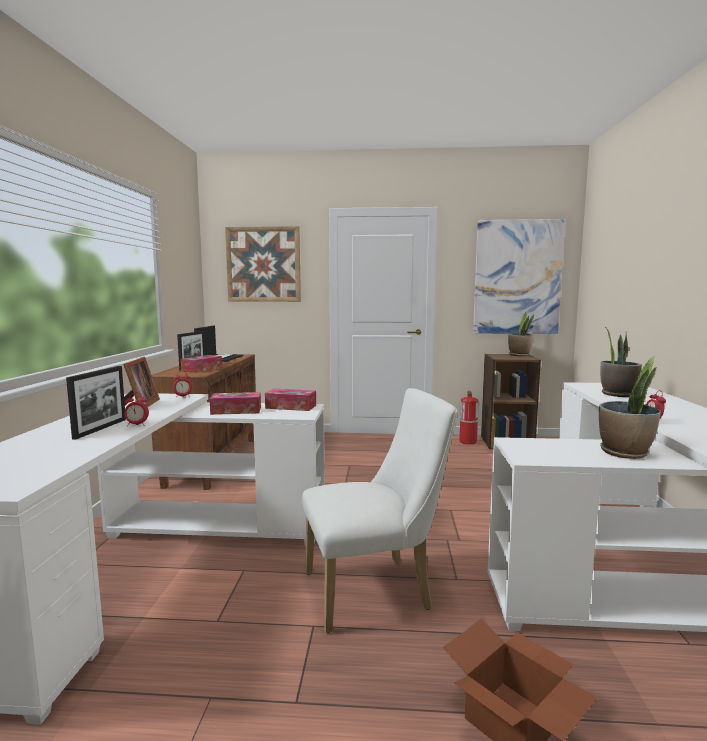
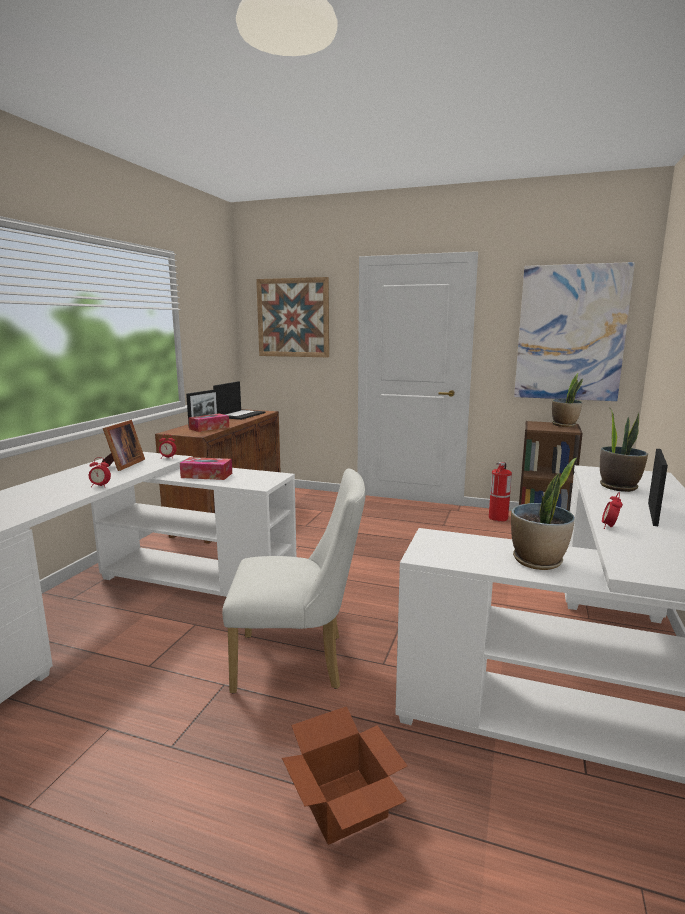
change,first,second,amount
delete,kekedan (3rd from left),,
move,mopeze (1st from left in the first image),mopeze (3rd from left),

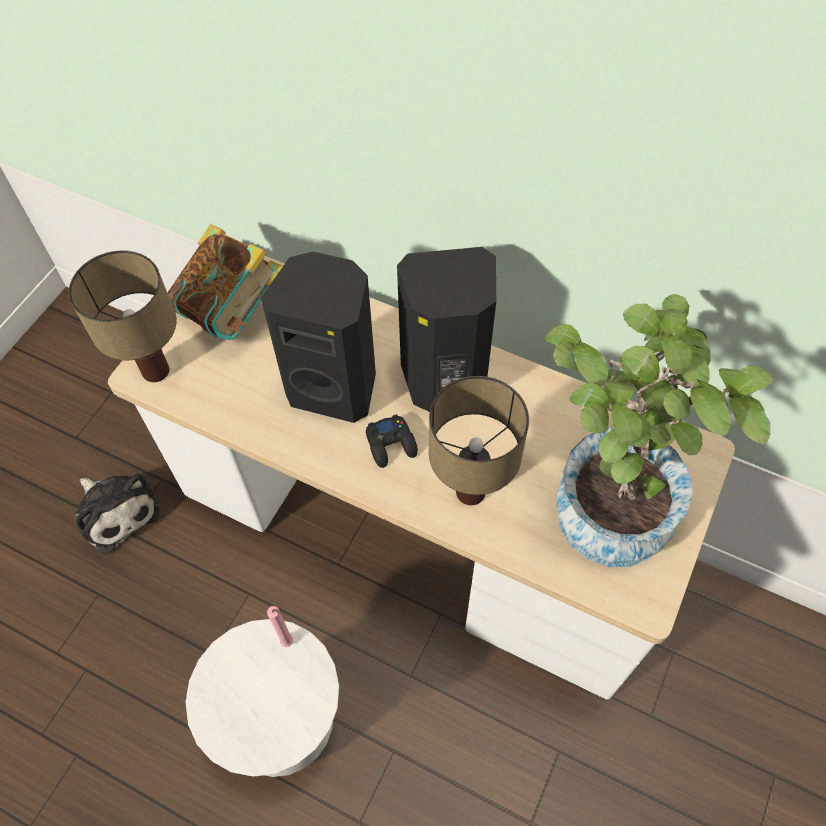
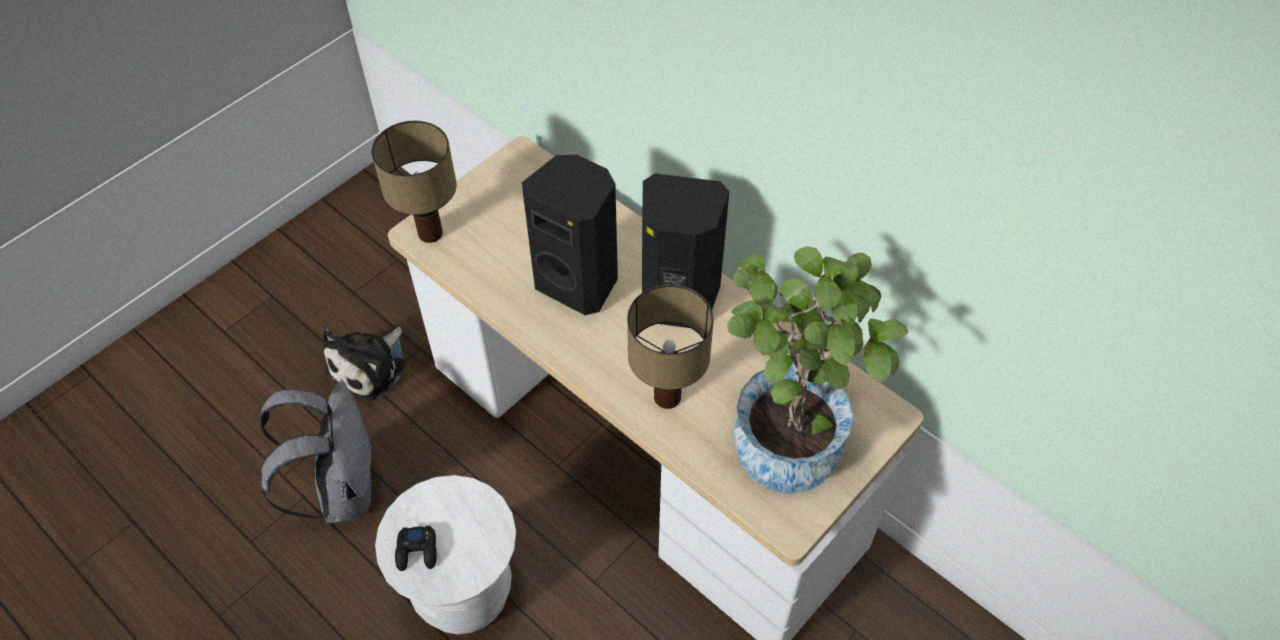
change,first,second,amount
delete,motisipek,,
delete,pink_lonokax,,
insert,,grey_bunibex,
move,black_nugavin,,
rotate,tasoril,,60 degrees clockwise

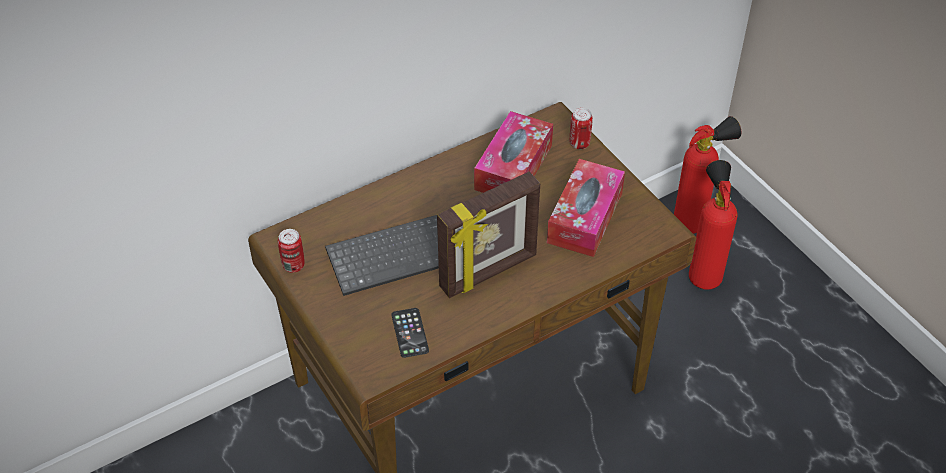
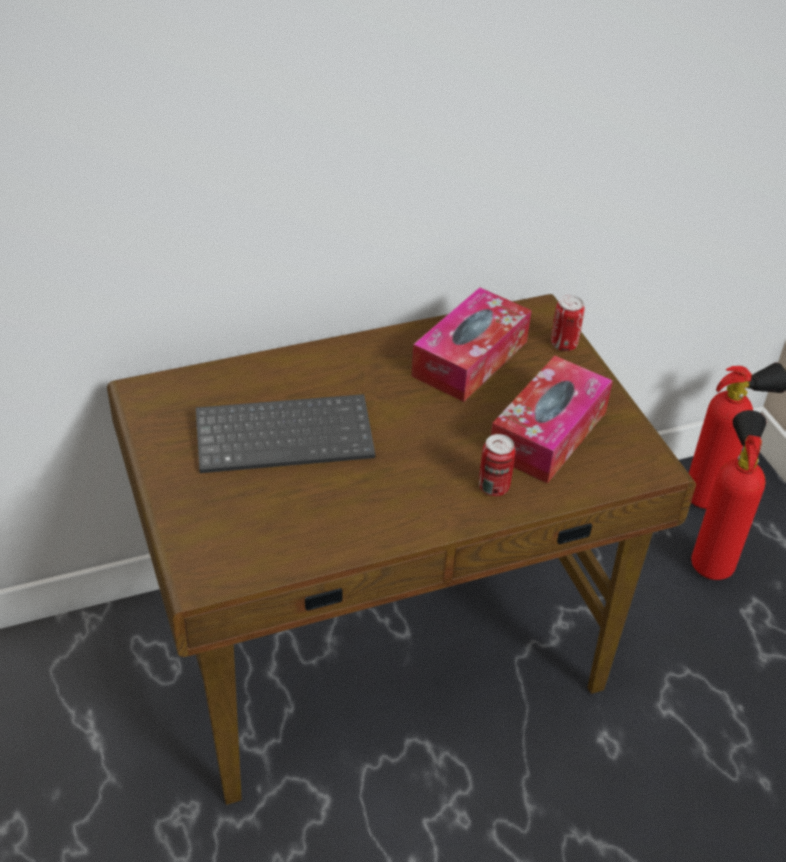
change,first,second,amount
delete,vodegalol,,
delete,mopeze,,
move,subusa (1st from left),,

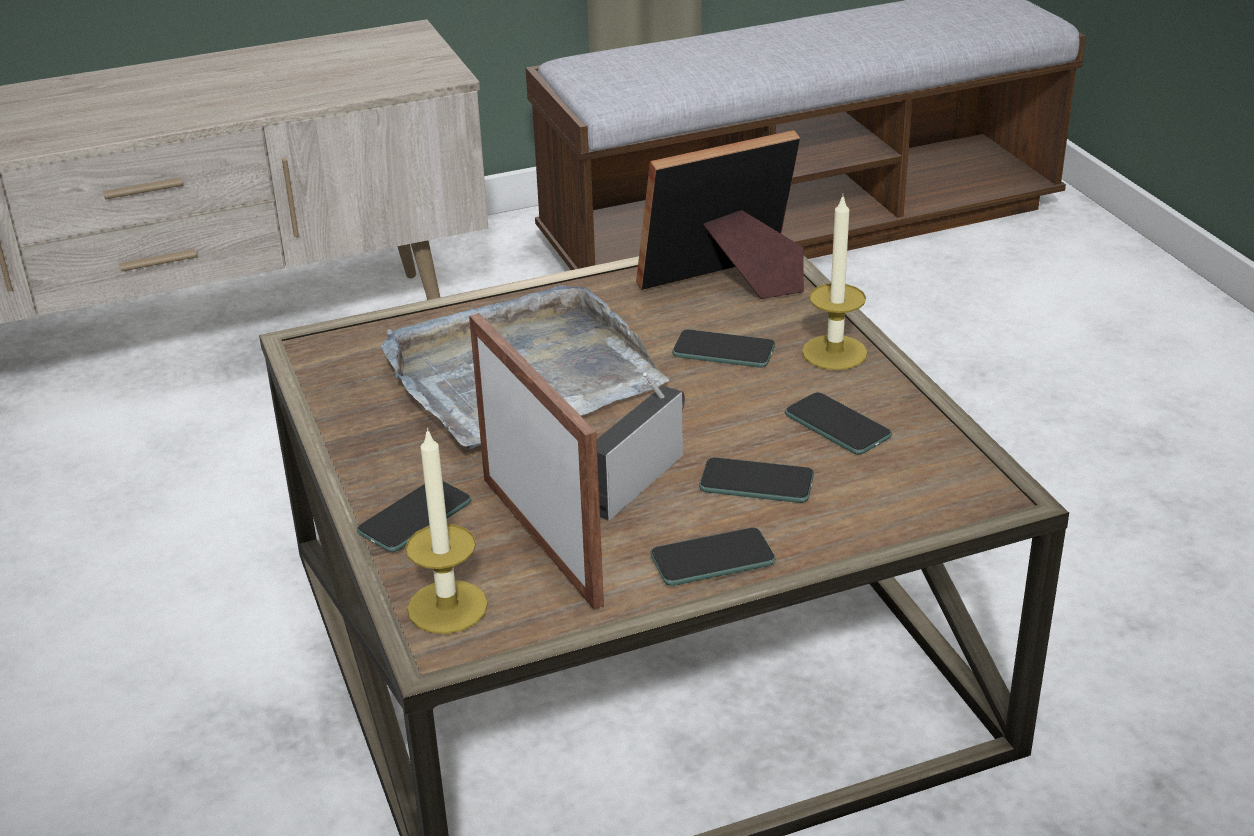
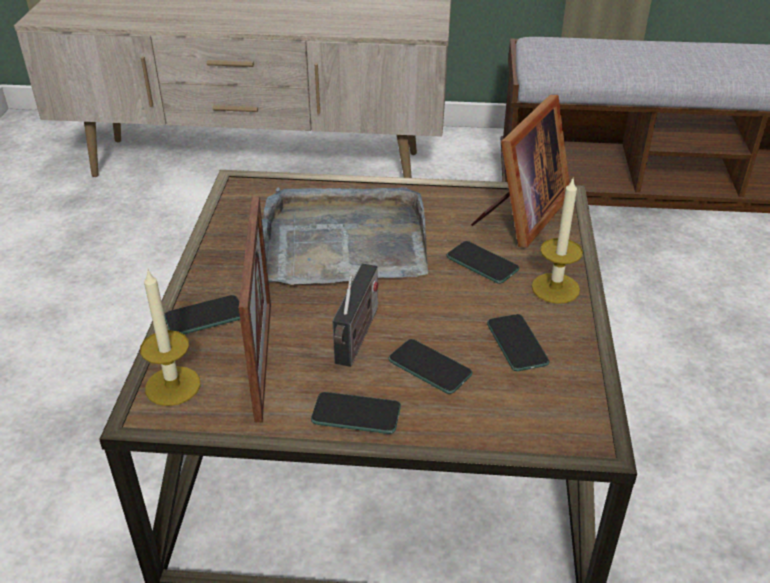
change,first,second,amount
rotate,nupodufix,,135 degrees clockwise
rotate,mopeze (2nd from left),,120 degrees clockwise

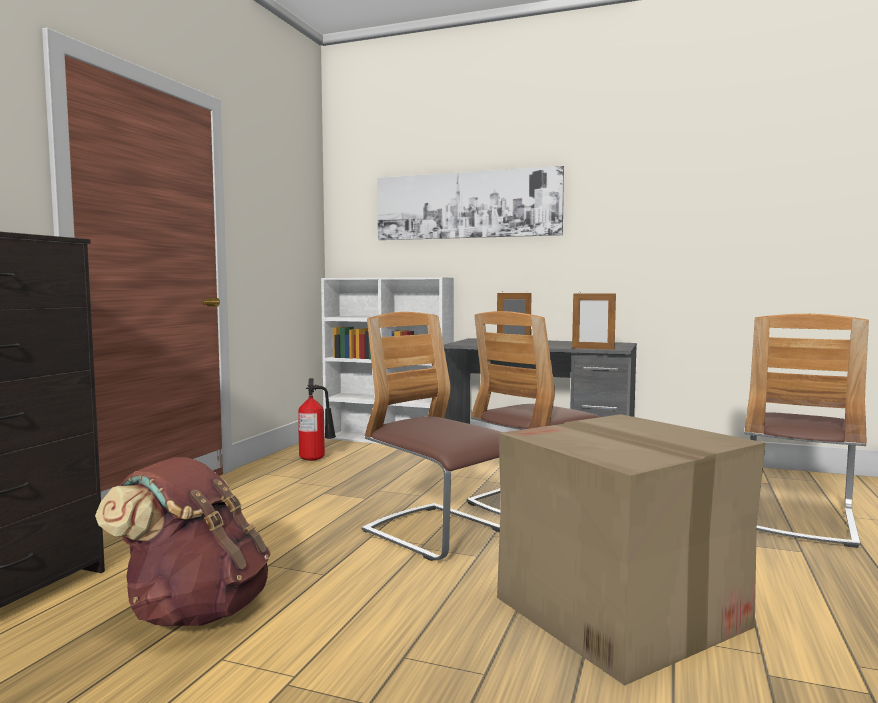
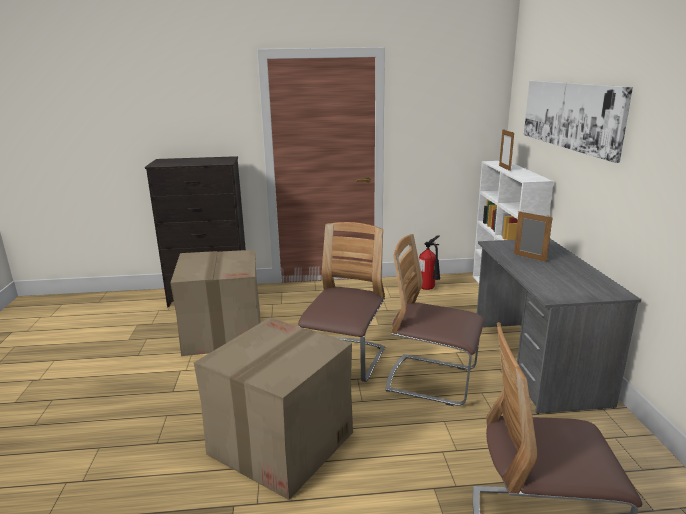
change,first,second,amount
move,mopeze (2nd from left in the first image),mopeze (1st from left),
replace,brown_bunibex,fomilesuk (1st from left),

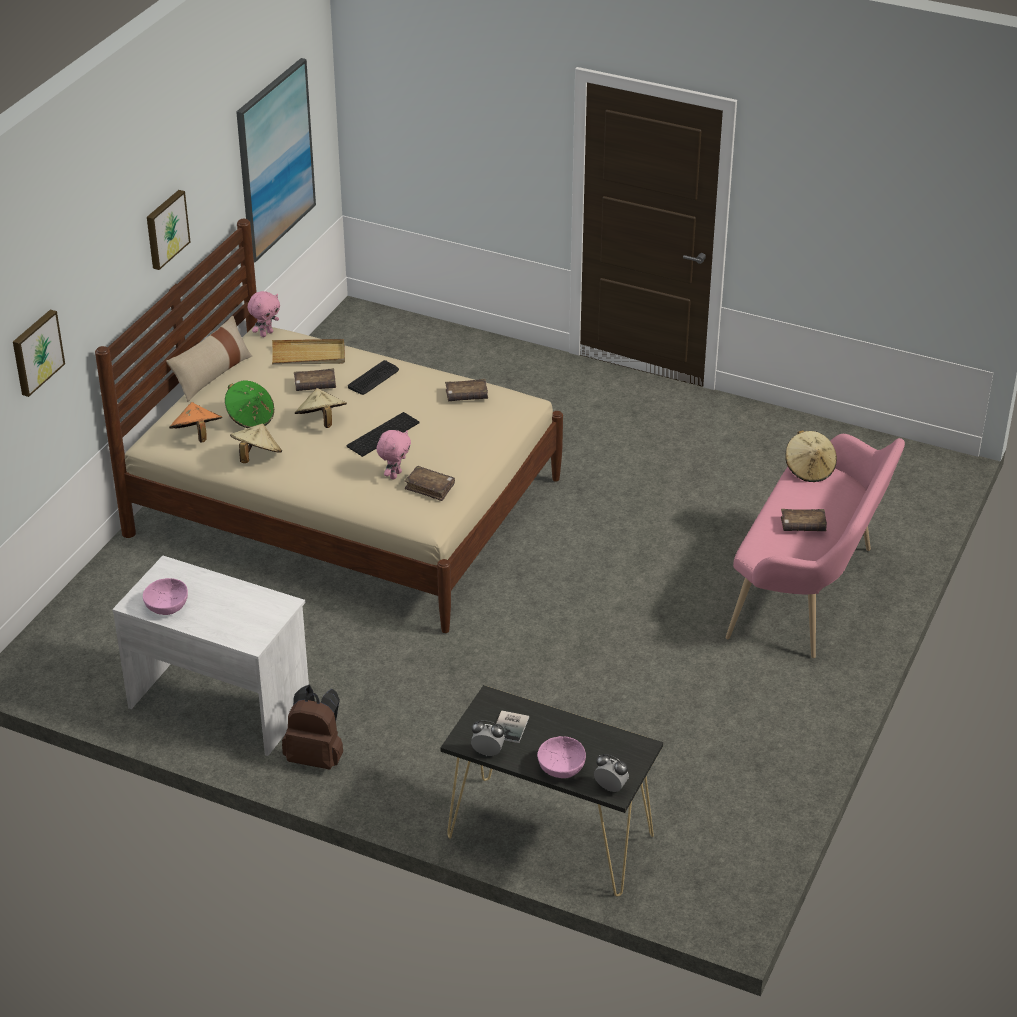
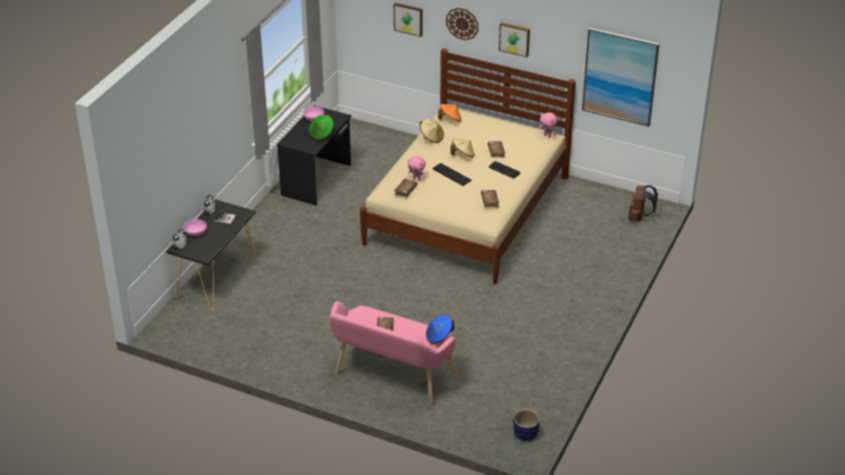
change,first,second,amount
delete,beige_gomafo,,
delete,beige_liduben,,
insert,,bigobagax,
insert,,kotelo,
move,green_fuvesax,,
move,brown_bunibex,,
recolor,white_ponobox,black_ponobox,
recolor,beige_fuvesax (3rd from left),blue_fuvesax,

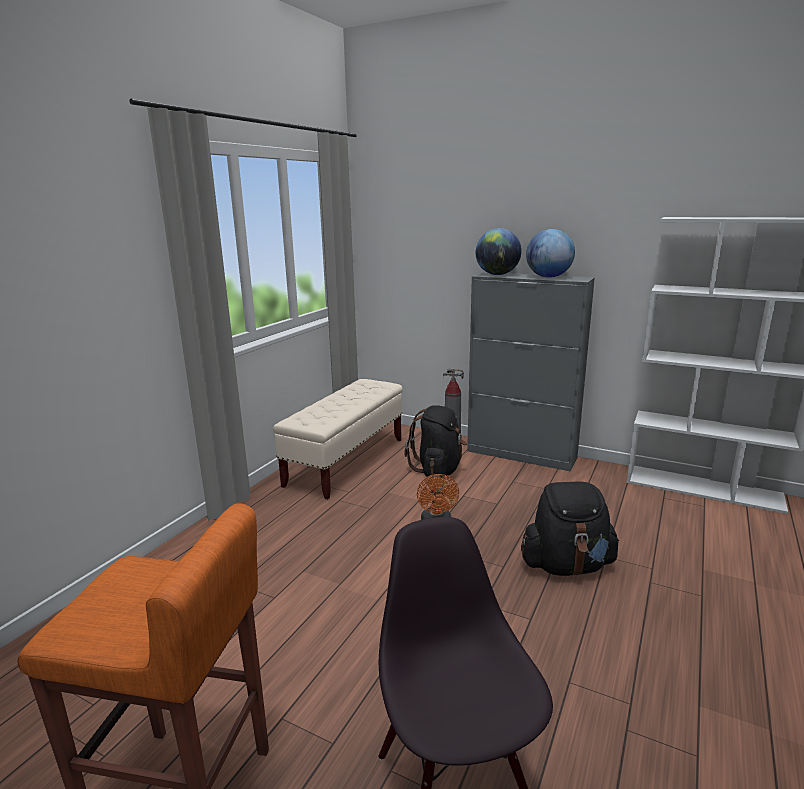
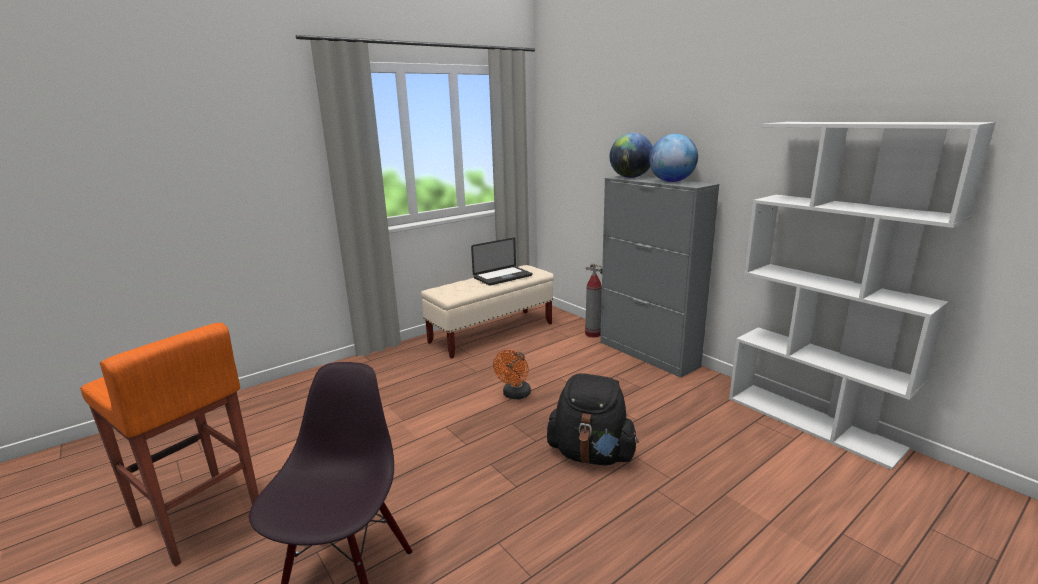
change,first,second,amount
delete,black_bunibex (1st from left),,
insert,,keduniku,

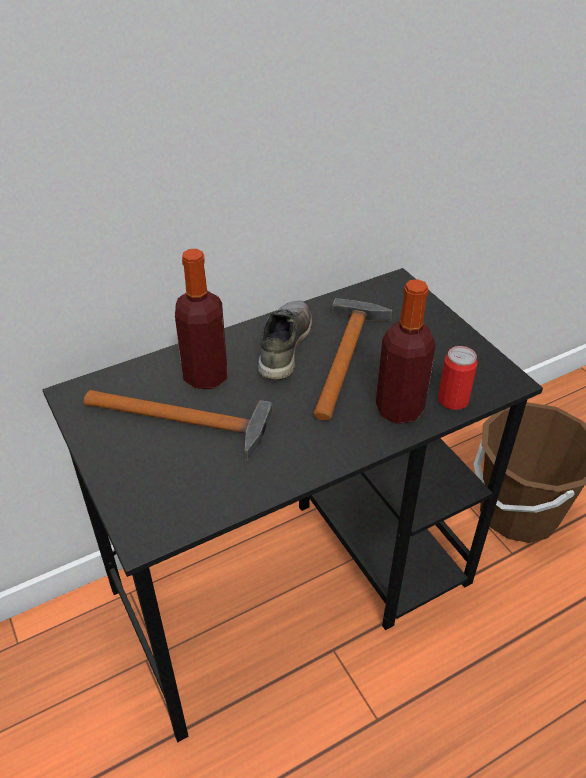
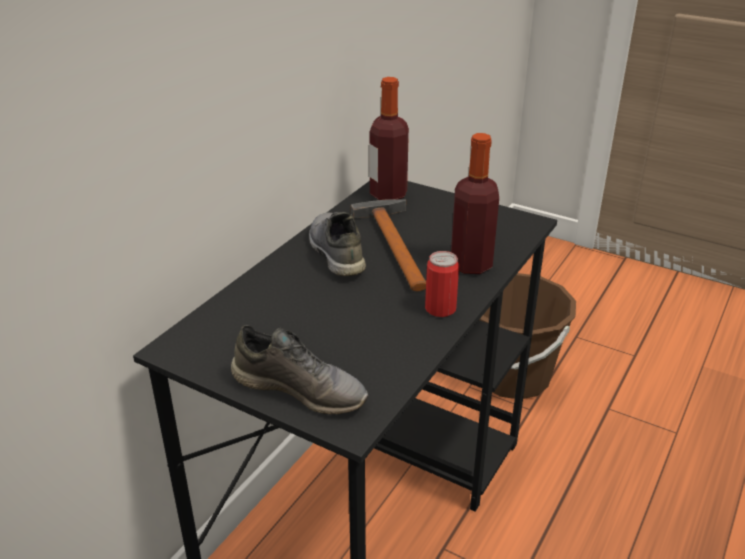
change,first,second,amount
delete,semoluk (1st from left),,
insert,,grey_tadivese (1st from left),
move,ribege (1st from left),,
move,subusa,,

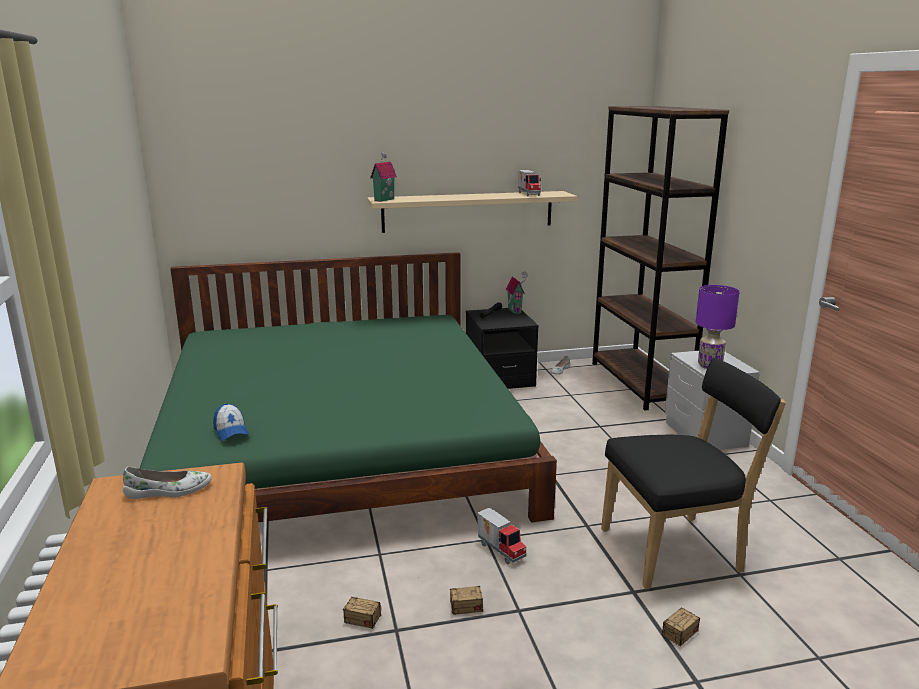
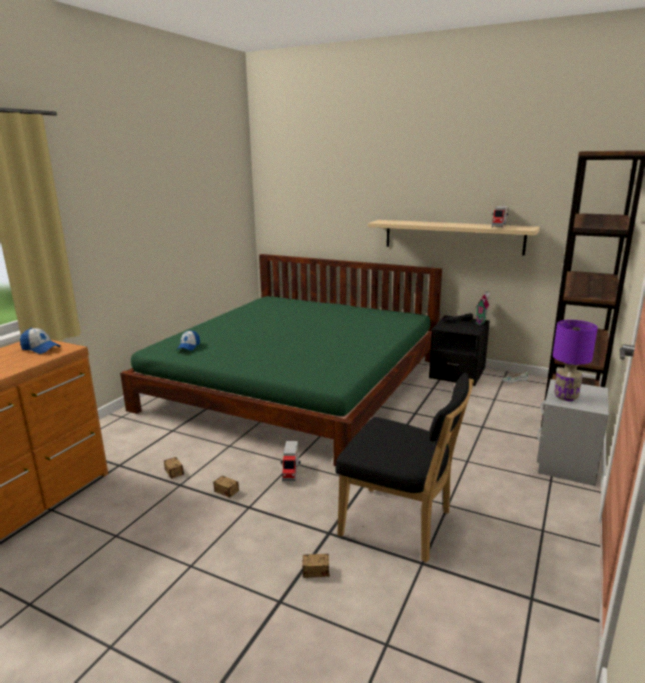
change,first,second,amount
delete,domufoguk (1st from left),,
replace,white_tadivese (1st from left),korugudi (1st from left),

